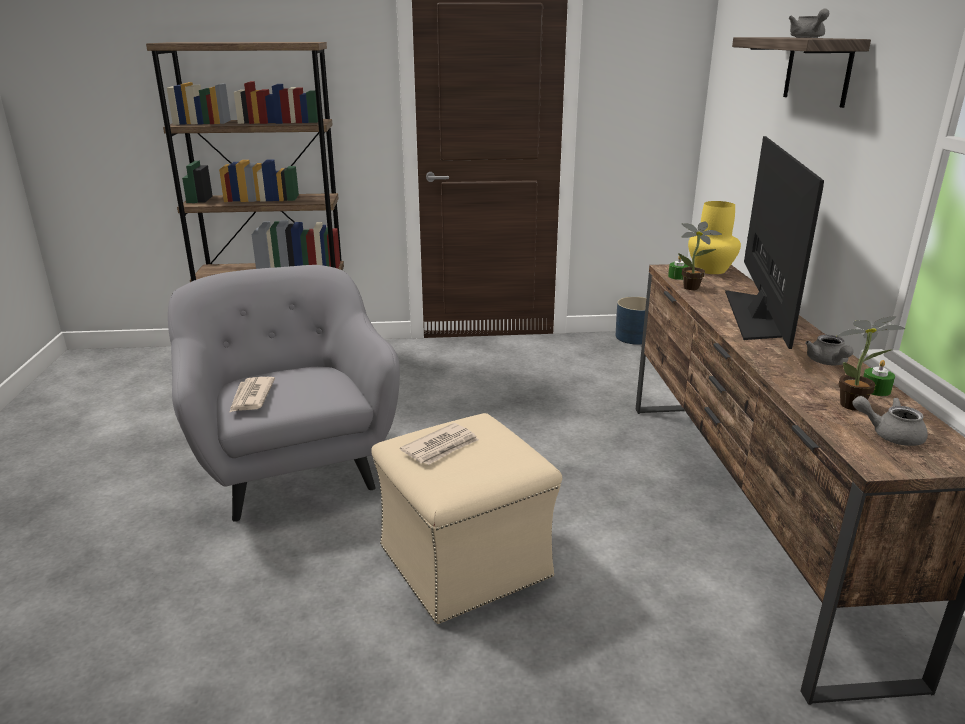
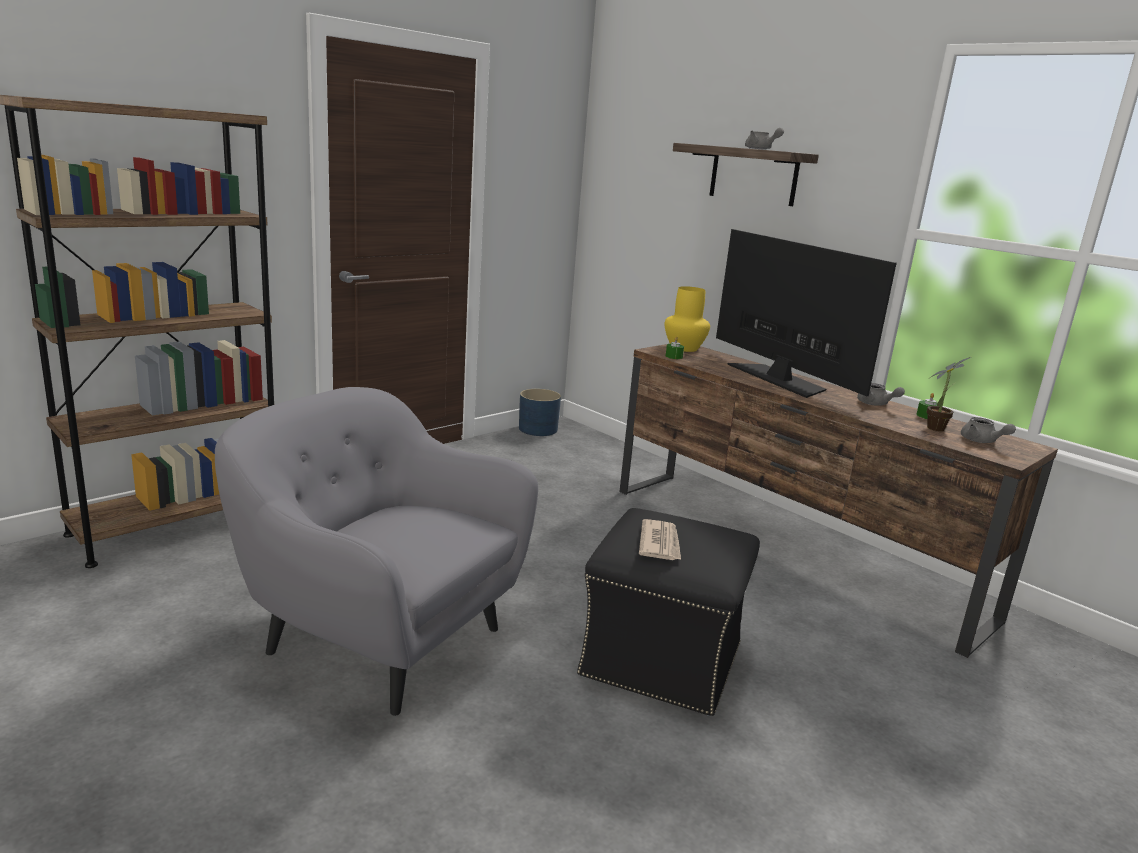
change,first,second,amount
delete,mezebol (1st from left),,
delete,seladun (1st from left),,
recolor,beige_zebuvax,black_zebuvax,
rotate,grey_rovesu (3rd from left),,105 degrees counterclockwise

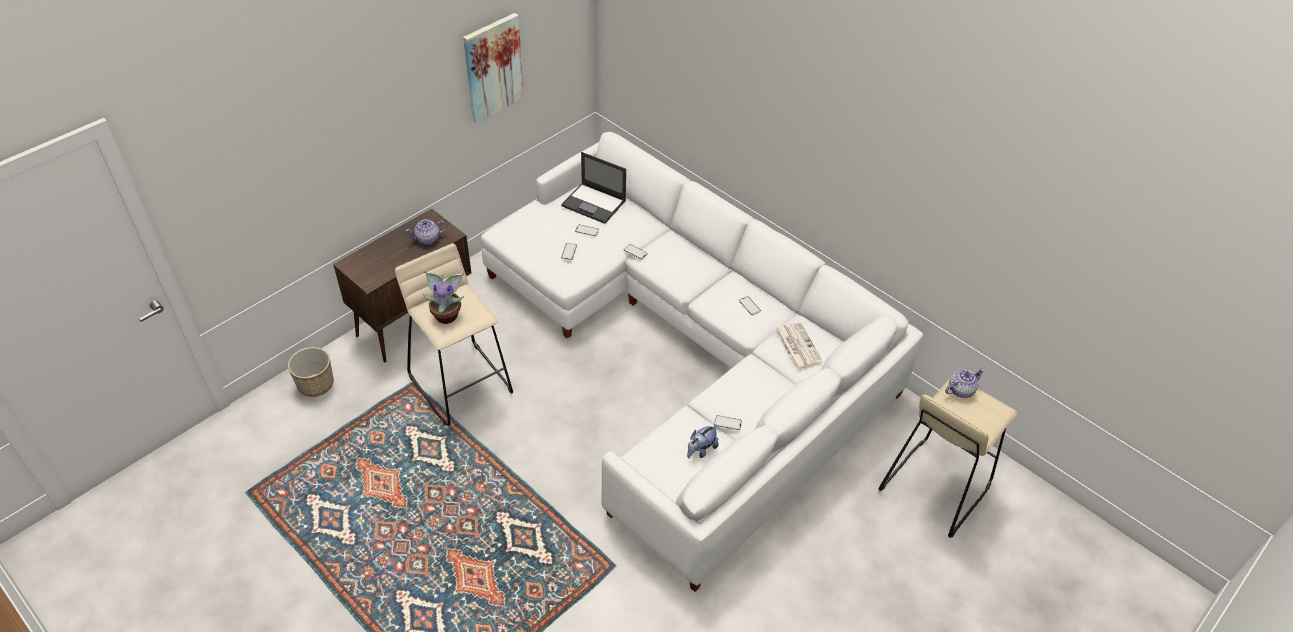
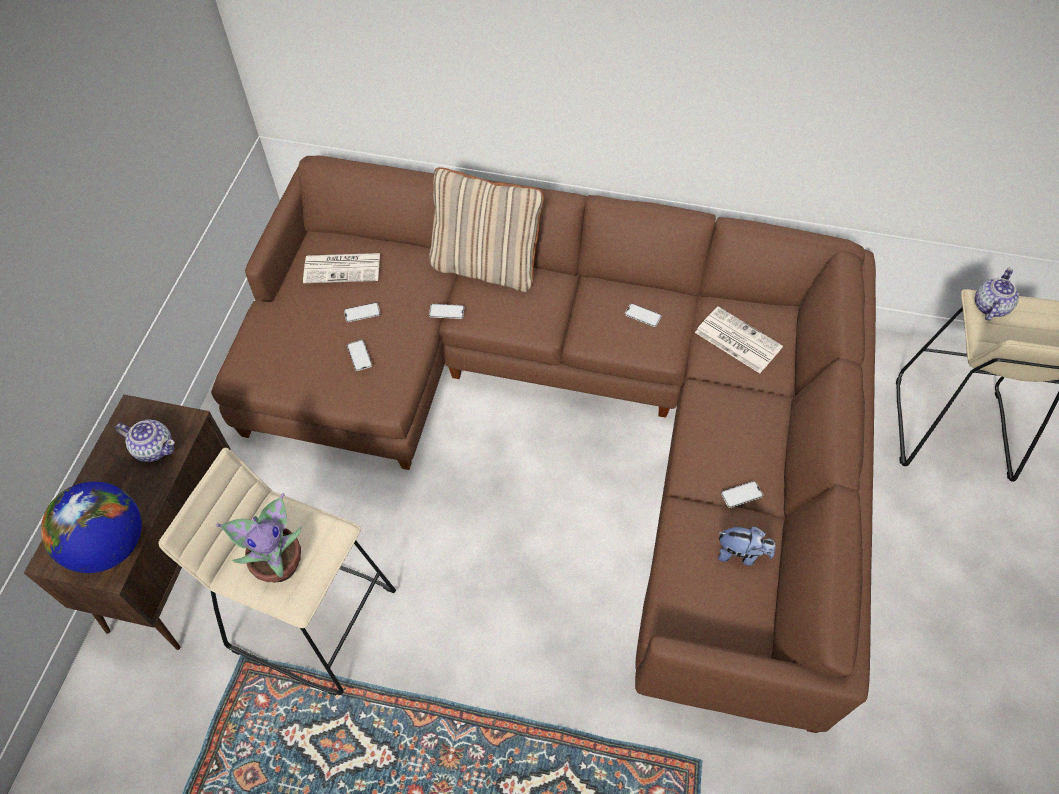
change,first,second,amount
delete,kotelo,,
delete,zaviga,,
insert,,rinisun,
insert,,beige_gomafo,
replace,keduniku,mezebol (1st from left),
recolor,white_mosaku,brown_mosaku,
rotate,rovesu (1st from left),,105 degrees counterclockwise
rotate,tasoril,,90 degrees counterclockwise

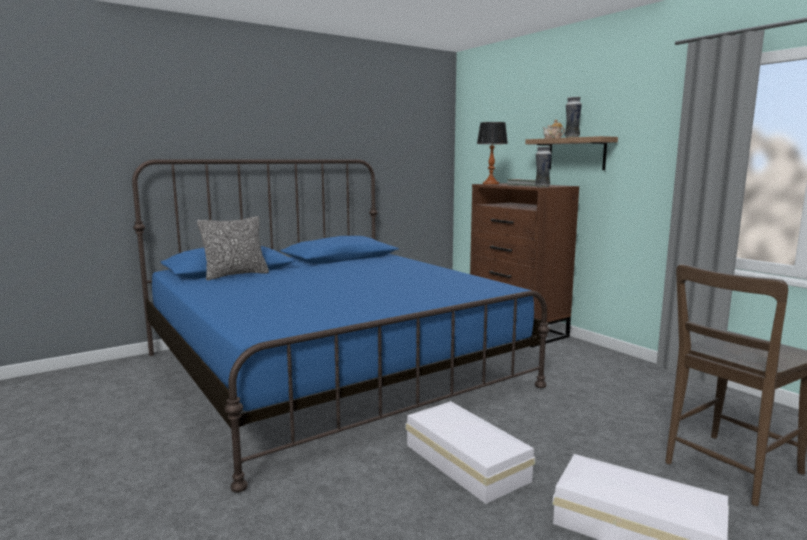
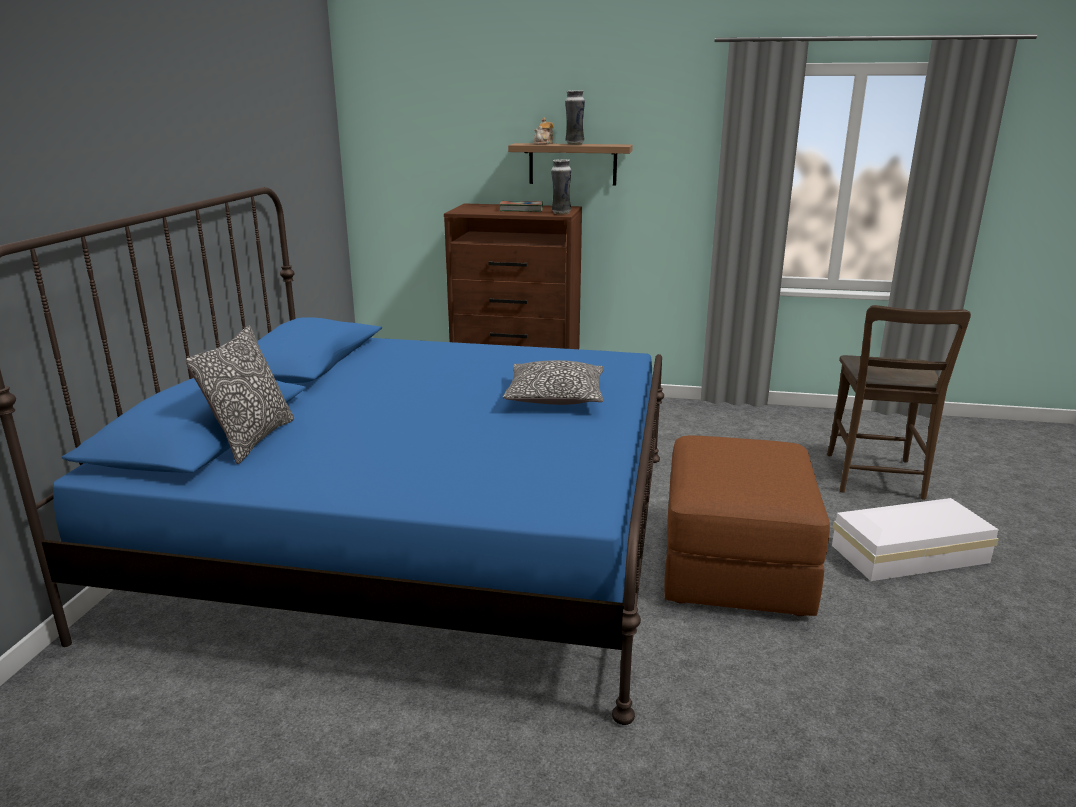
change,first,second,amount
delete,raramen,,
insert,,gomafo (2nd from left),
replace,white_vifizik (1st from left),brown_zebuvax,

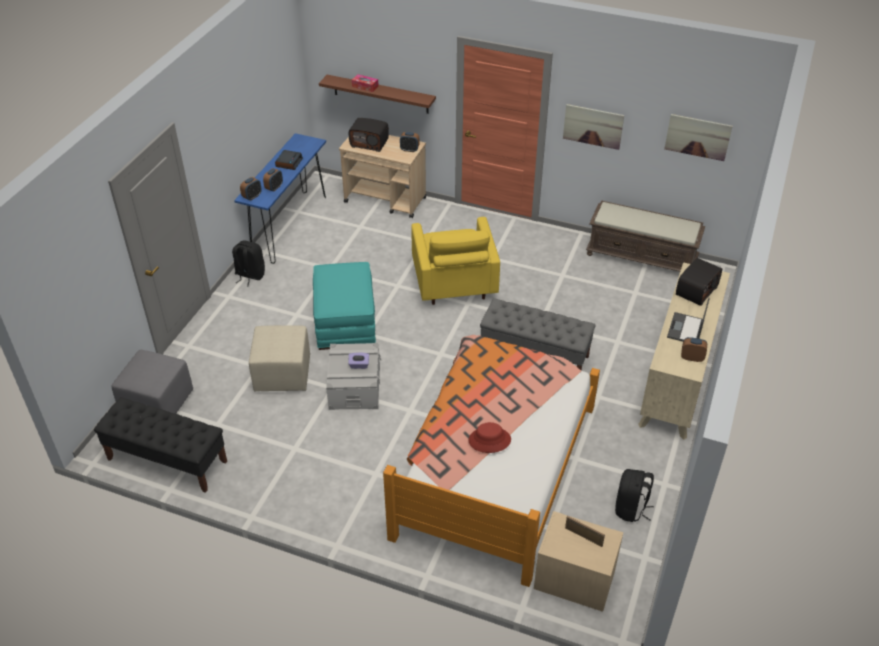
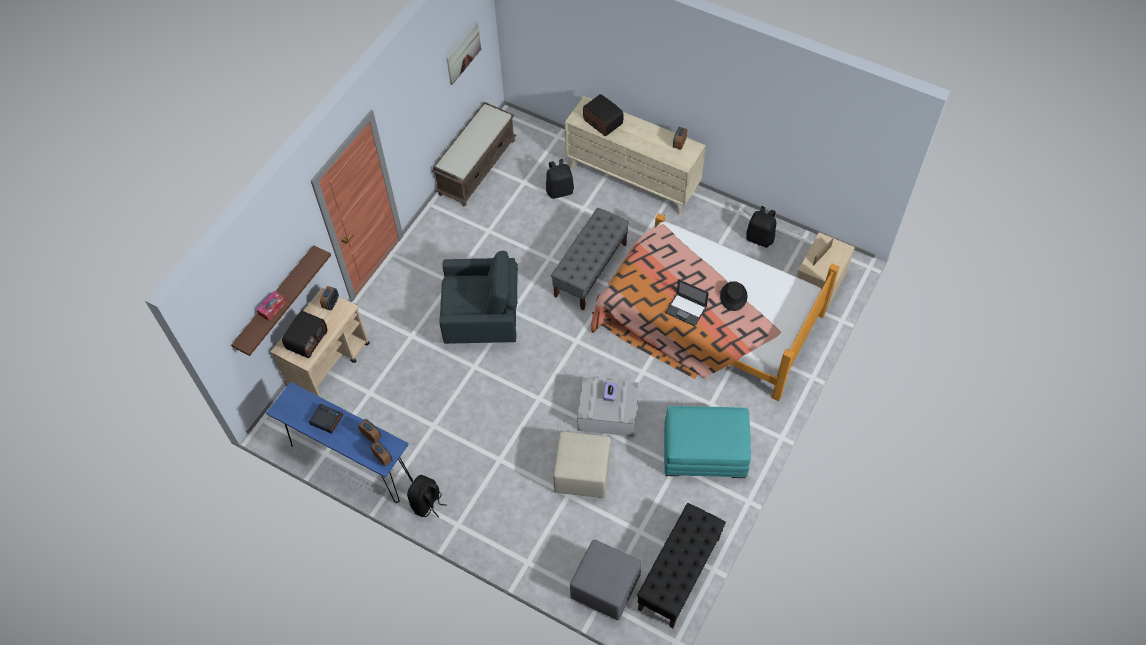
change,first,second,amount
delete,zaviga (1st from left),,
insert,,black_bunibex (2nd from left),
move,turquoise_zebuvax,,
move,keduniku,,
recolor,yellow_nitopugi,grey_nitopugi,
recolor,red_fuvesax,black_fuvesax,

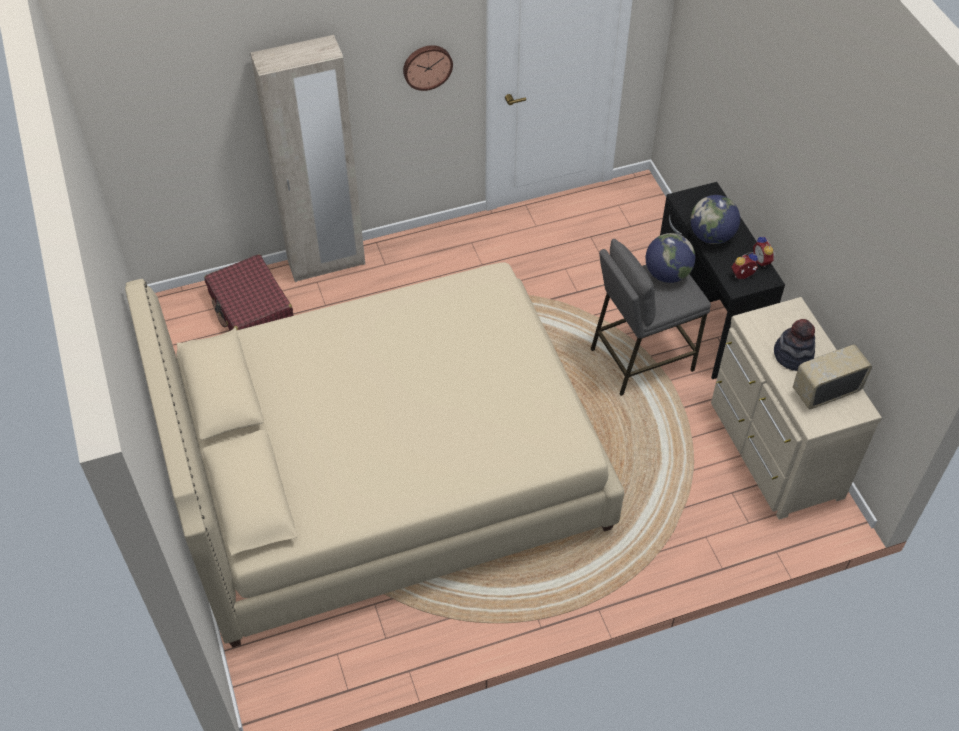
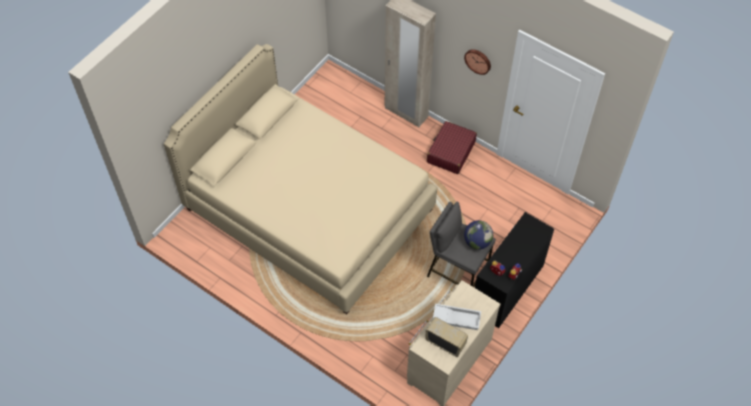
change,first,second,amount
delete,rinisun (2nd from left),,
move,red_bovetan,,
replace,fuvesax,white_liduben,

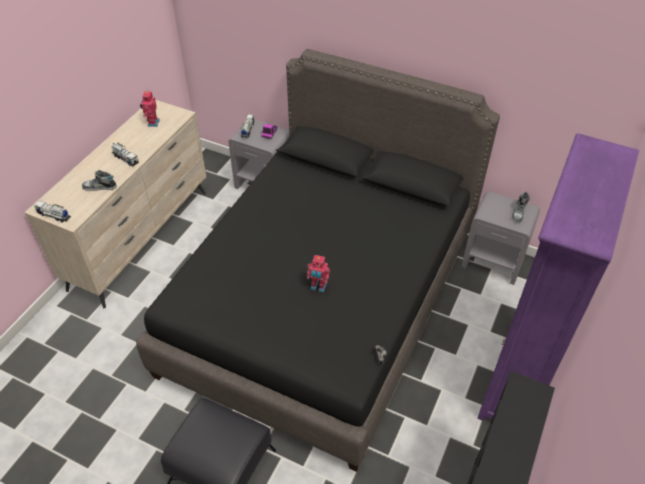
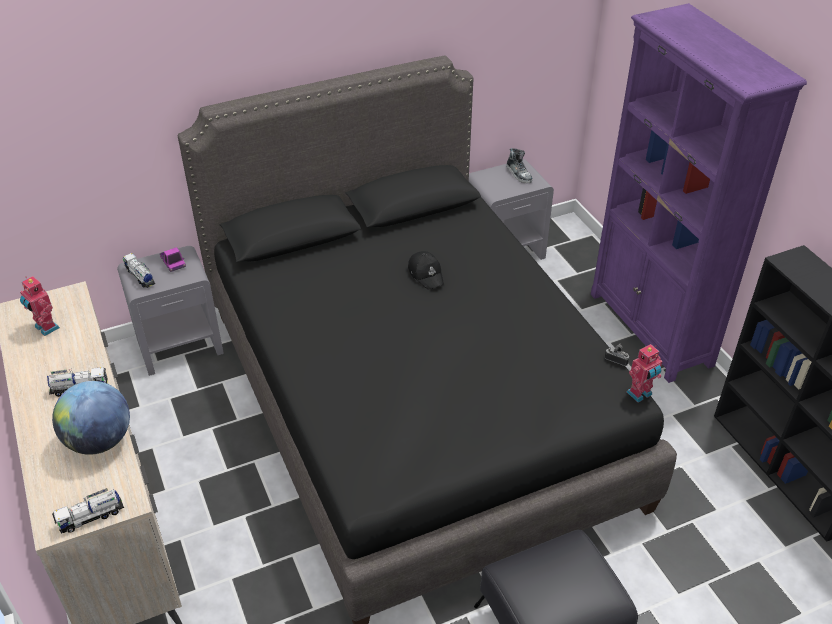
change,first,second,amount
insert,,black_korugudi,
move,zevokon (2nd from left),,
replace,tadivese (1st from left),rinisun,

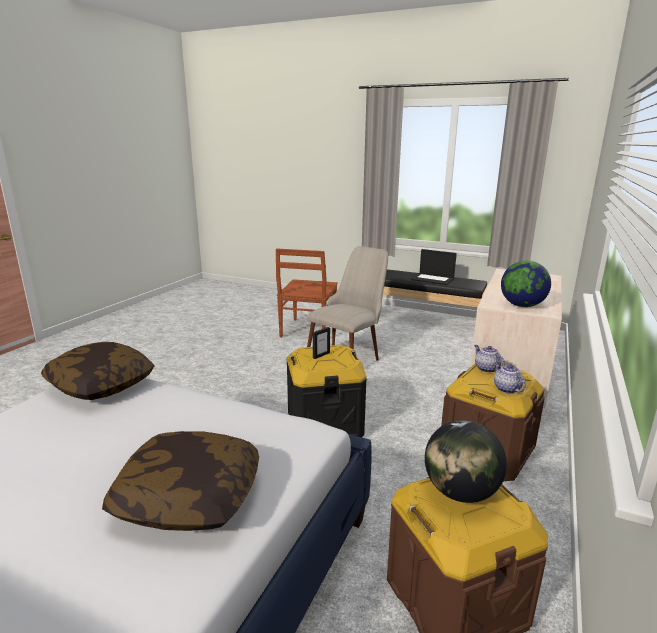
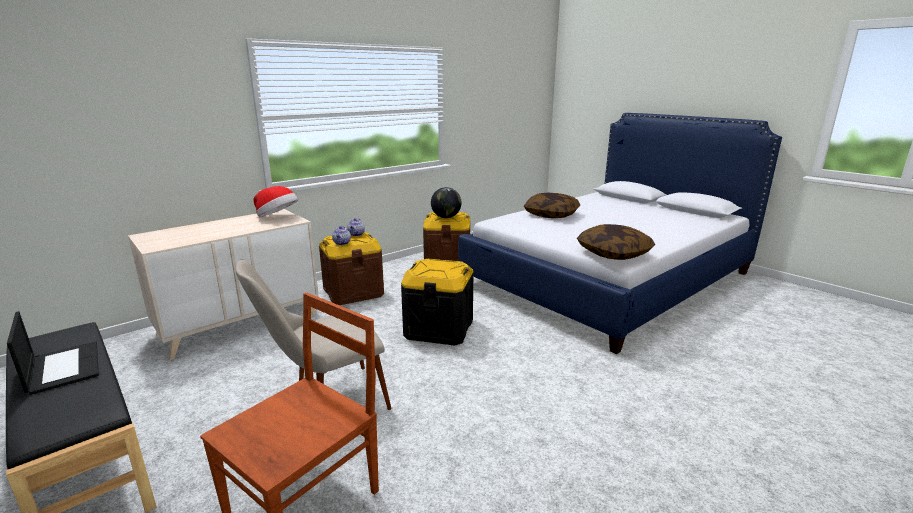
change,first,second,amount
delete,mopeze,,
replace,rinisun (2nd from left),fuvesax,

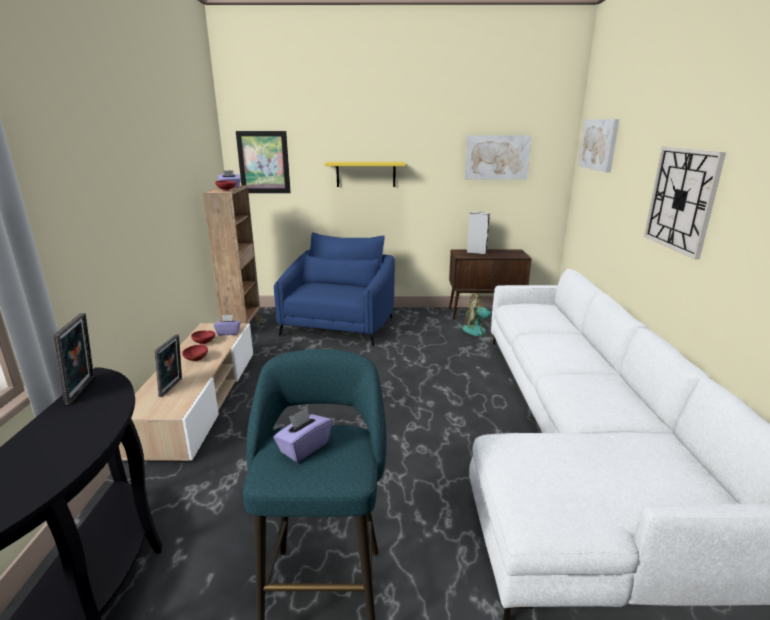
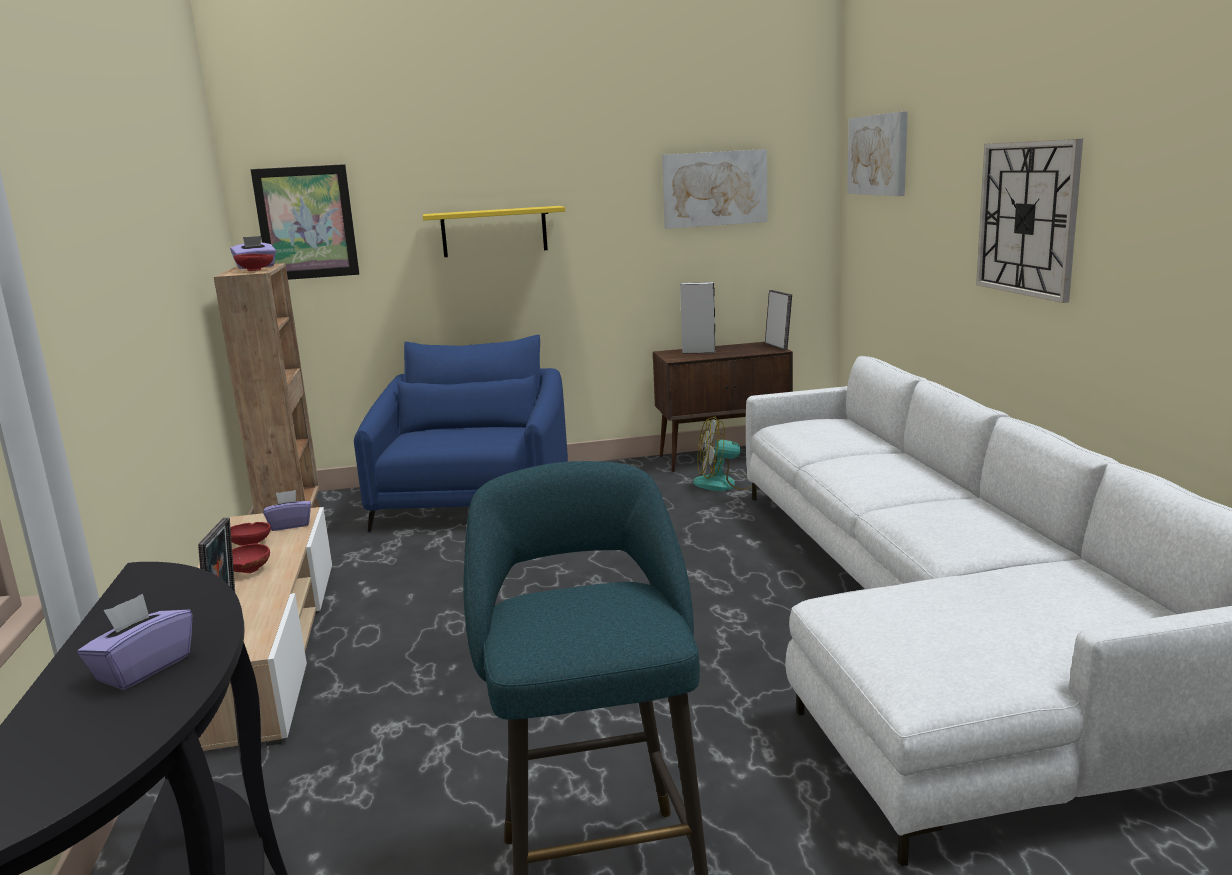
change,first,second,amount
move,mopeze (1st from left in the first image),mopeze (2nd from left),
move,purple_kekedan (3rd from left in the first image),purple_kekedan (1st from left),

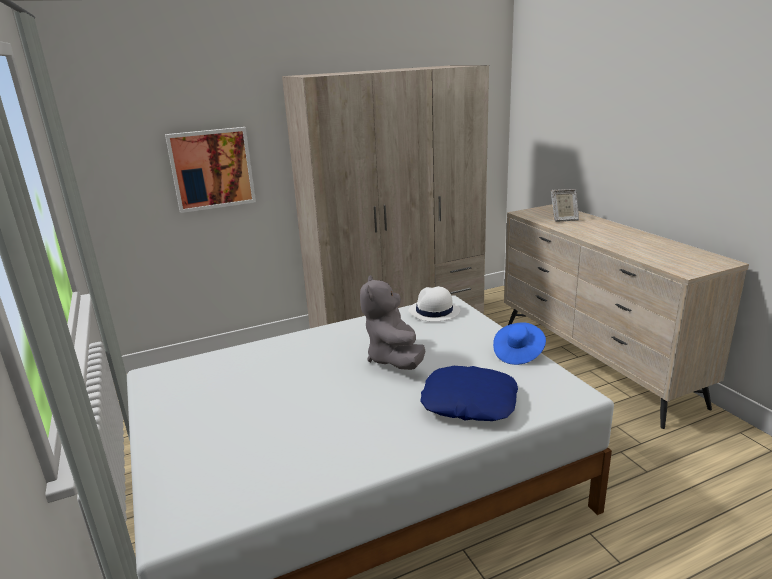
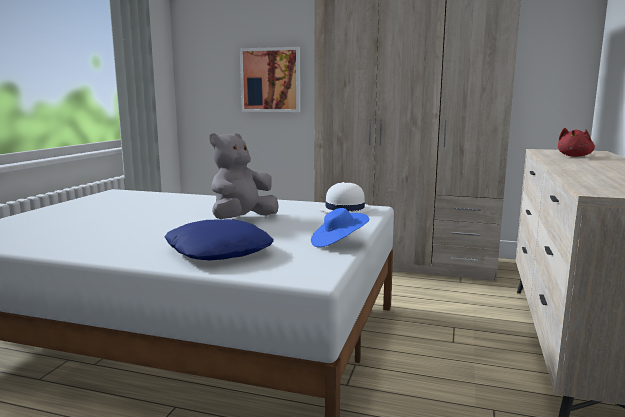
change,first,second,amount
replace,mopeze,red_tasoril,

